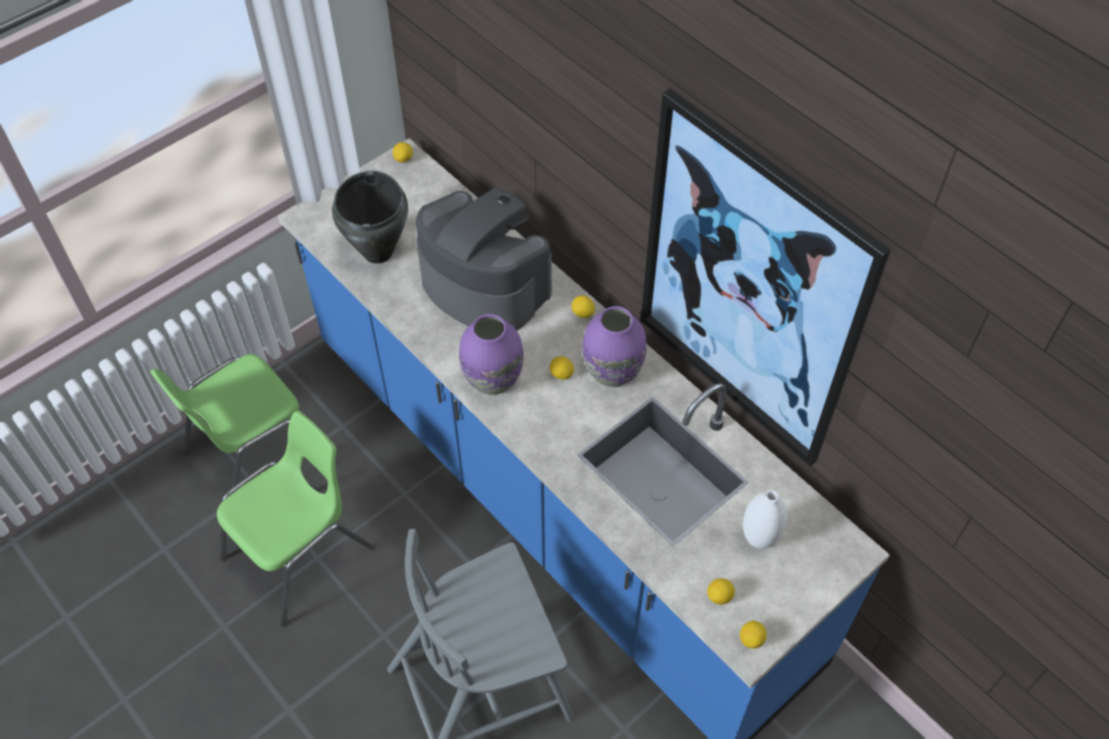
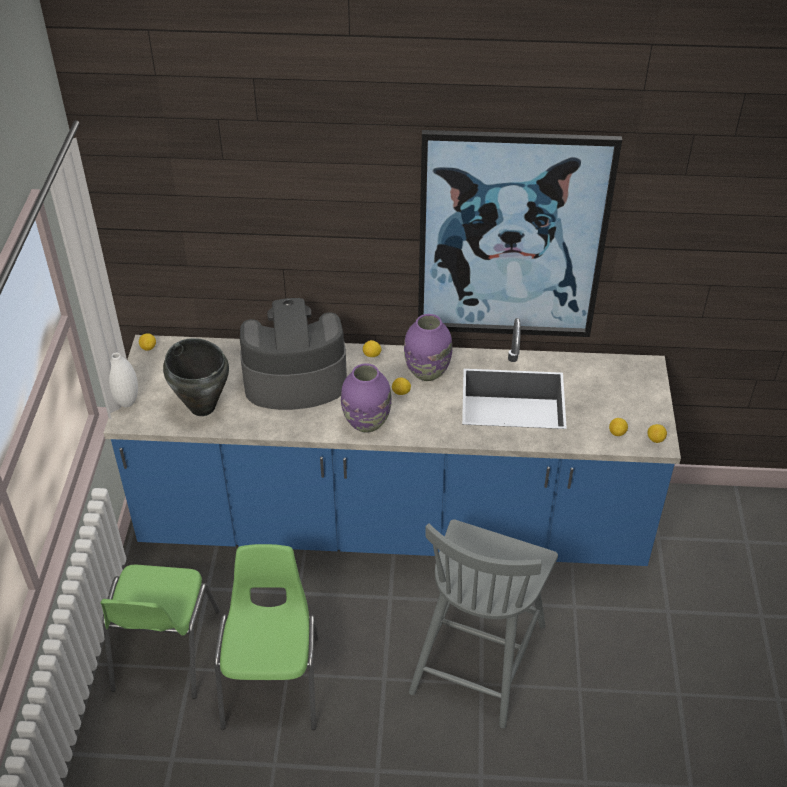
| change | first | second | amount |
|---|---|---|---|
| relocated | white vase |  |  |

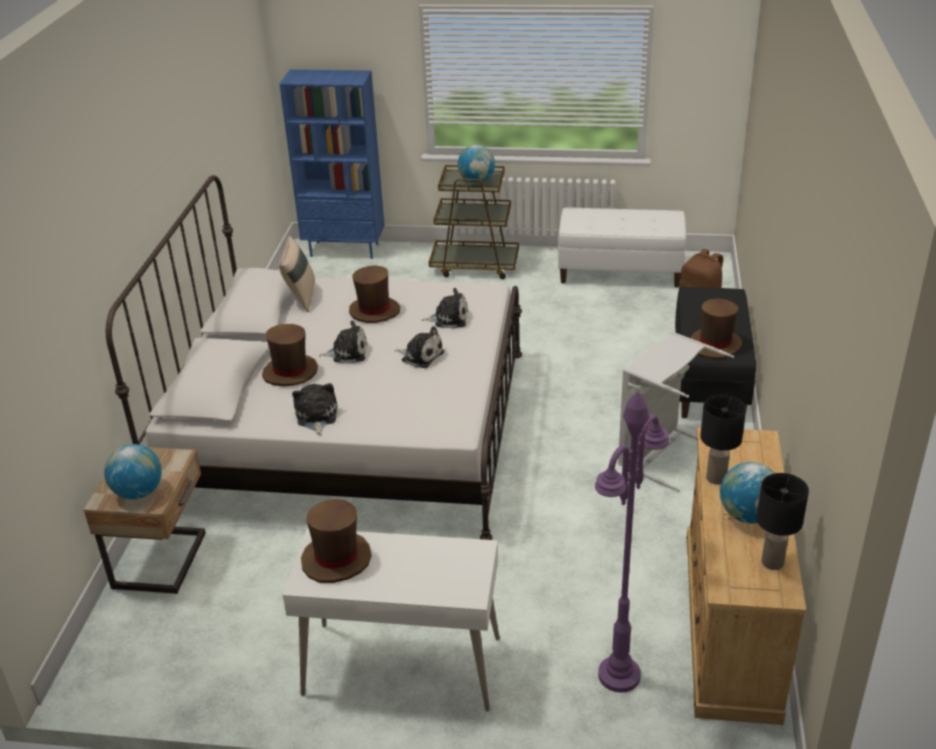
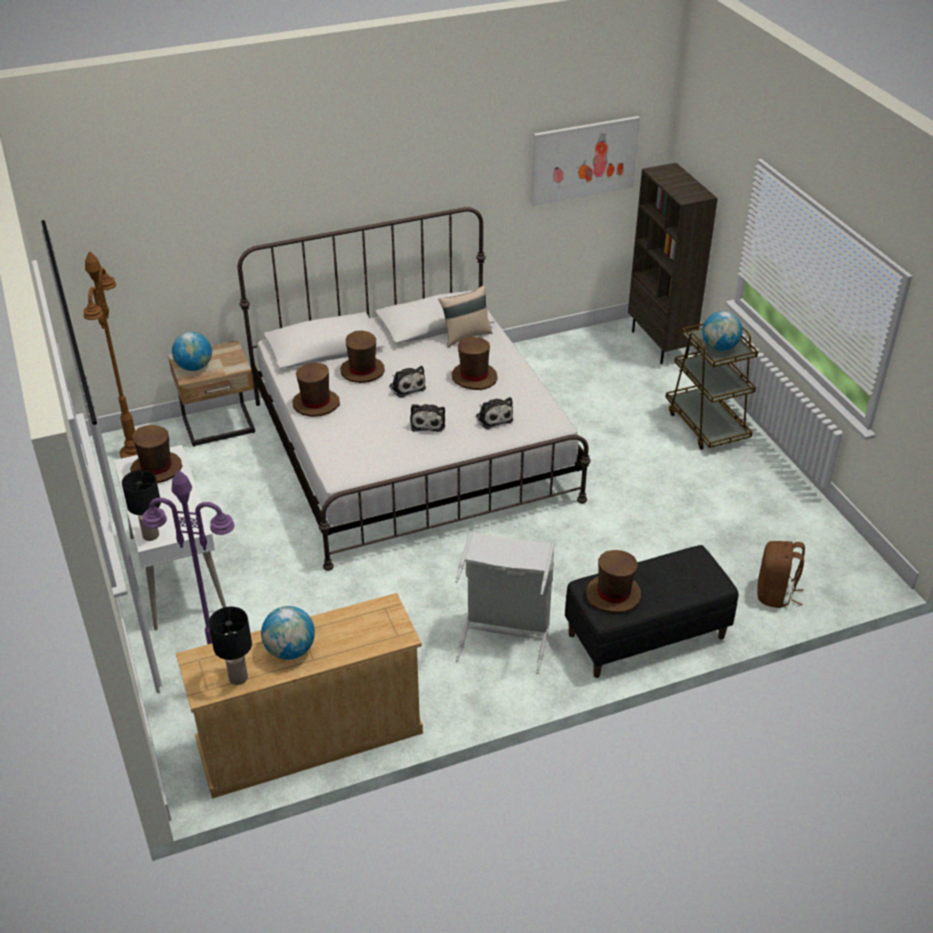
| change | first | second | amount |
|---|---|---|---|
| appeared |  | brown-coloured floor lamp |  |
| relocated | black table lamp (no. 1 from left) |  |  |
| exchanged | soft toy (no. 1 from left) | brown-coloured hat (no. 2 from left) |  |
| appeared |  | wall art |  |
| colour | blue bookshelf | brown-coloured bookshelf |  |
| missing | white indoor bench |  |  |

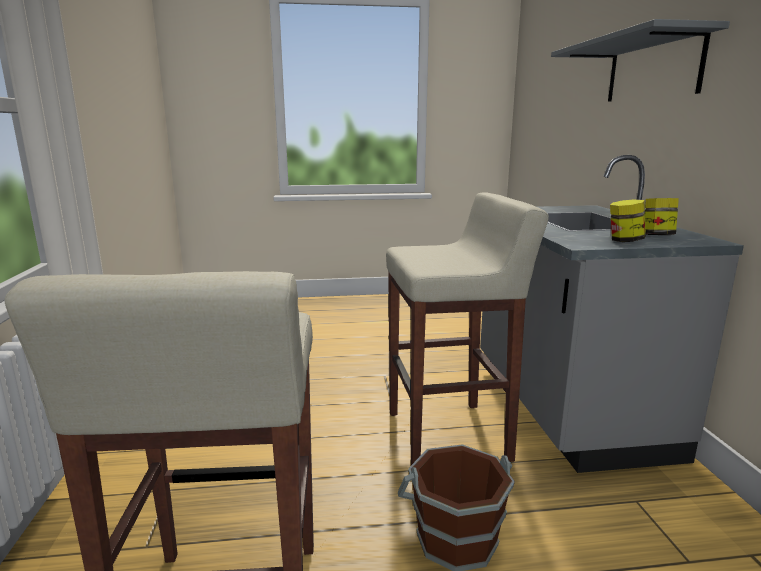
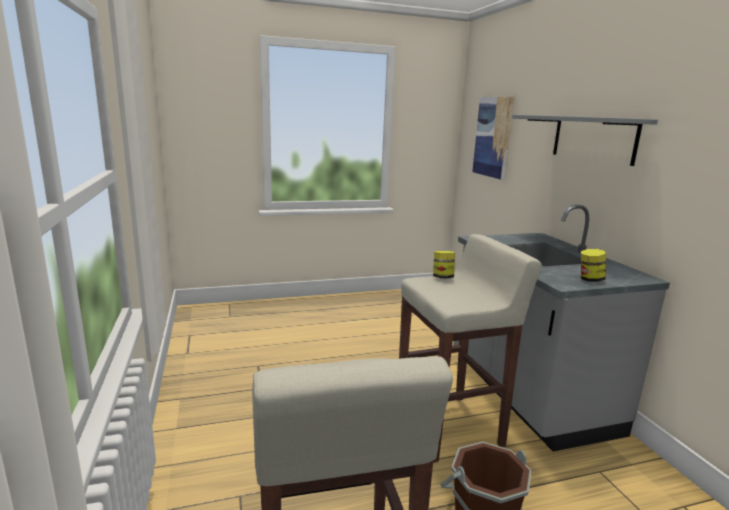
| change | first | second | amount |
|---|---|---|---|
| relocated | preserve jar (no. 2 from left in the first image) | preserve jar (no. 1 from left) |  |
| appeared |  | wall art |  |

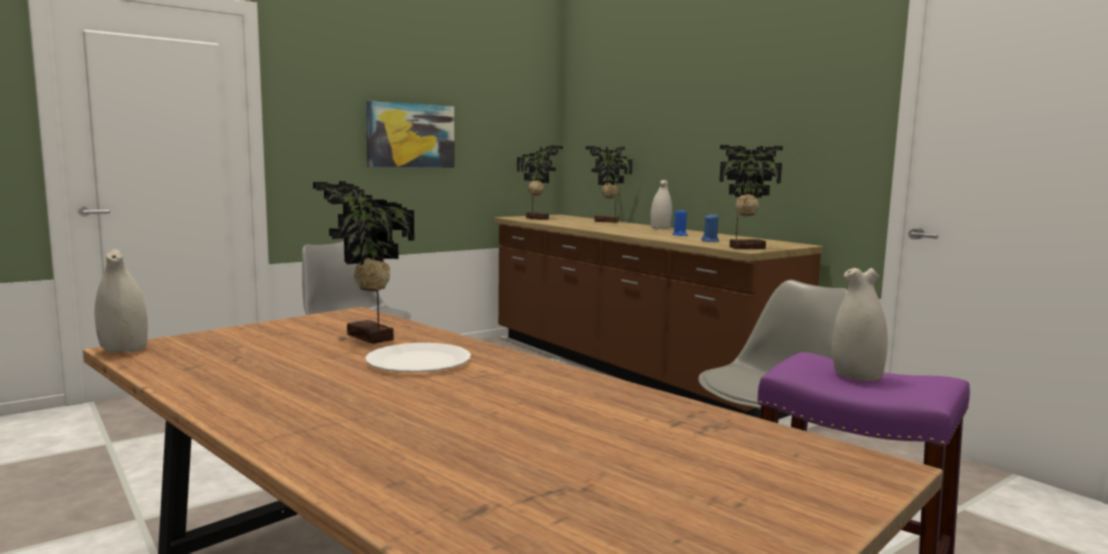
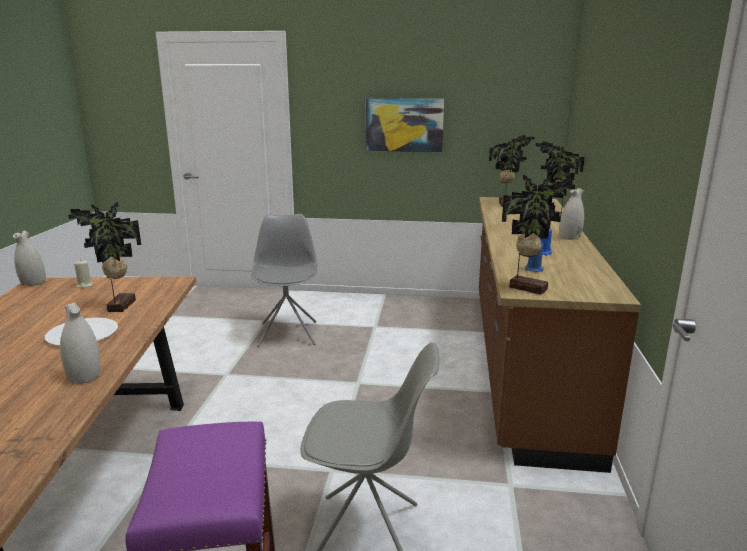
| change | first | second | amount |
|---|---|---|---|
| relocated | white vase (no. 3 from left in the first image) | white vase (no. 2 from left) |  |
| appeared |  | beige-coloured candle |  |

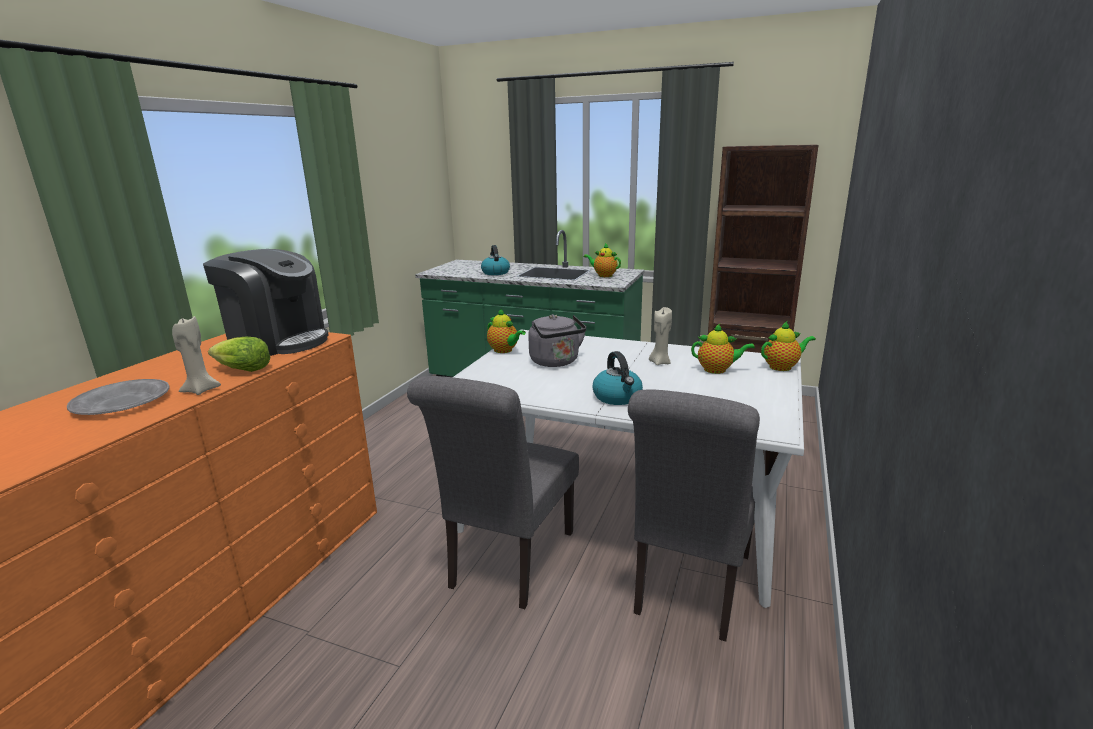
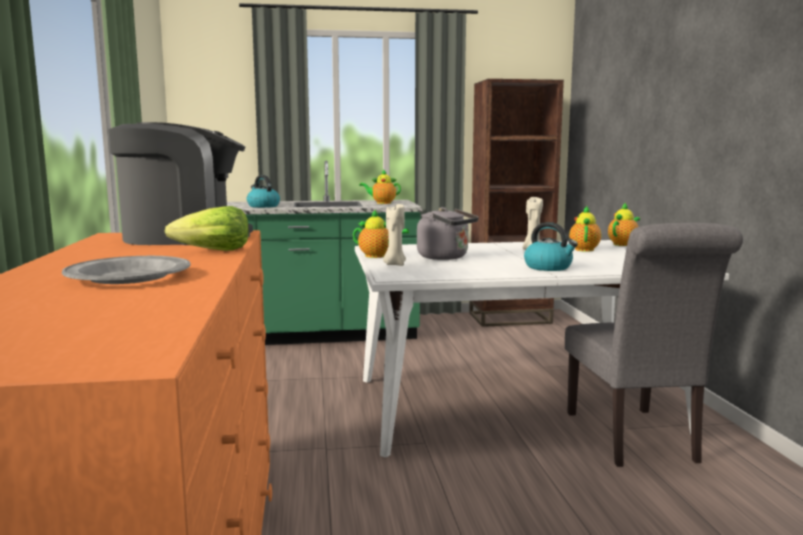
| change | first | second | amount |
|---|---|---|---|
| relocated | beige-coloured candle (no. 1 from left) |  |  |
| spun | pot for tea (no. 3 from left) |  | 60 degrees counterclockwise |
| missing | grey chair (no. 1 from left) |  |  |

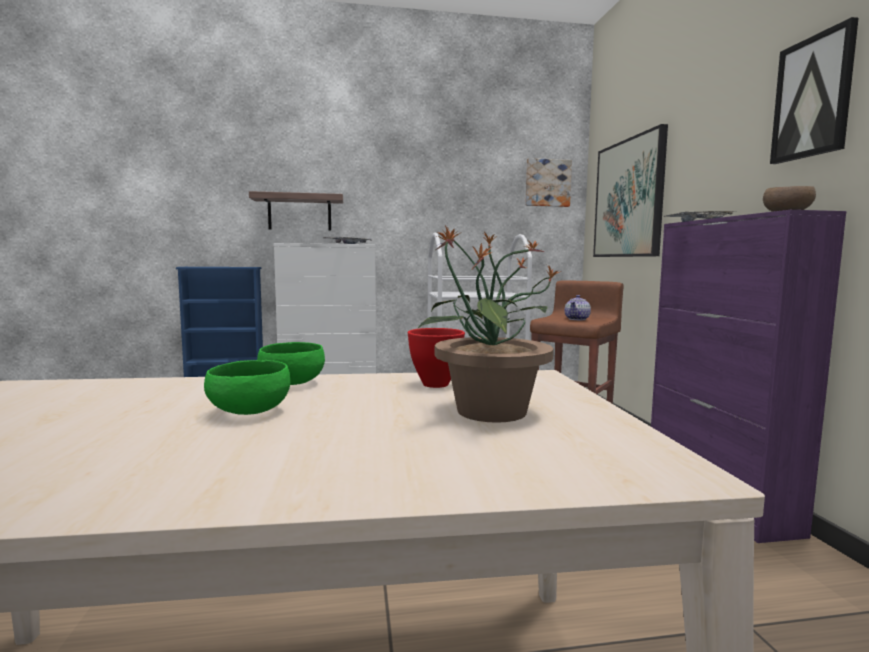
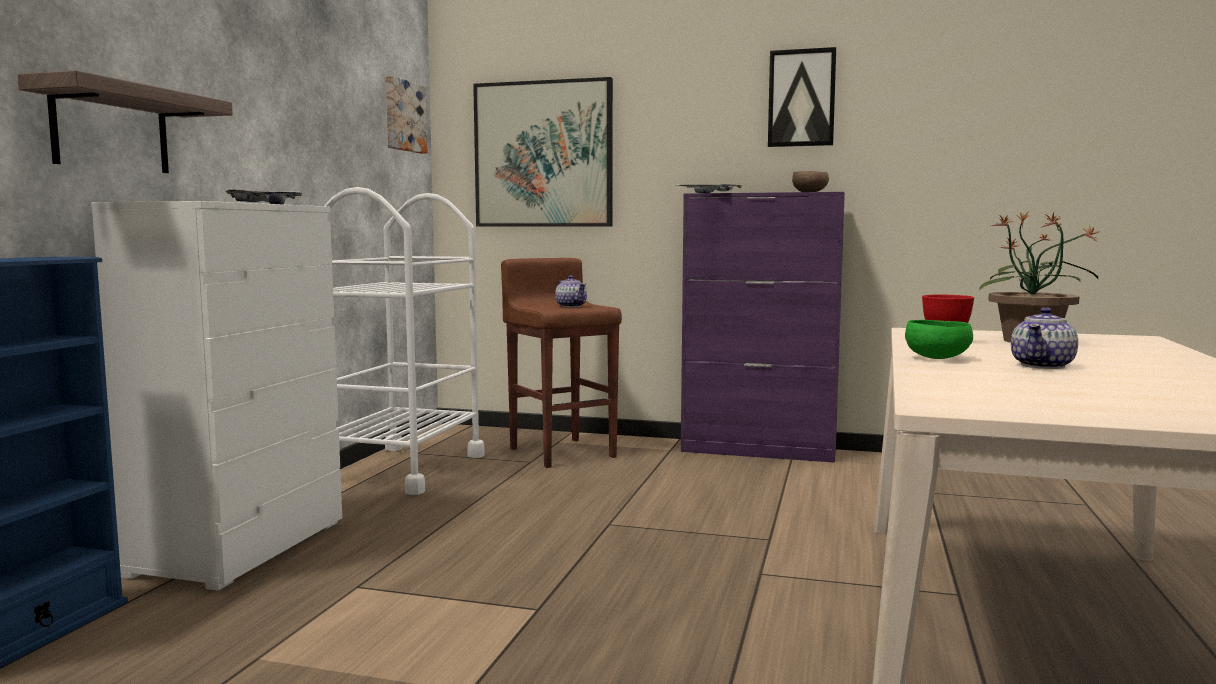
| change | first | second | amount |
|---|---|---|---|
| exchanged | greenish serving bowl (no. 1 from left) | pot for tea (no. 2 from left) |  |

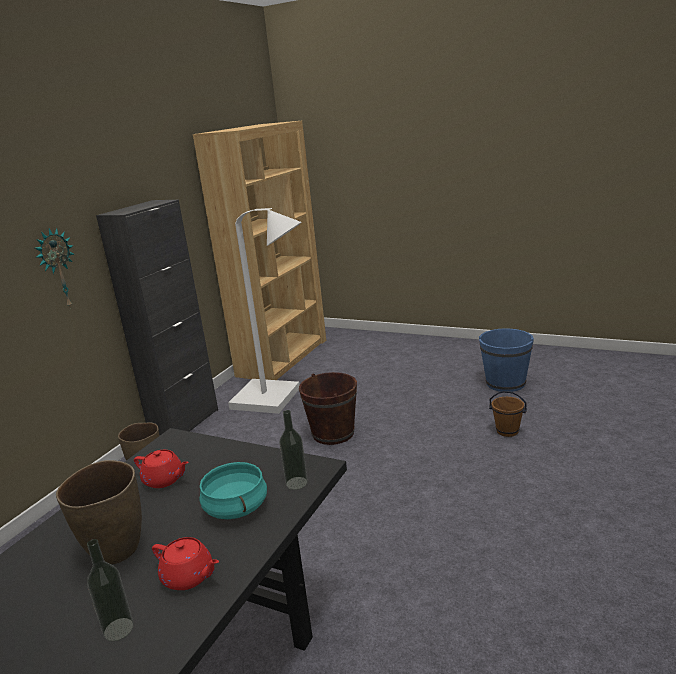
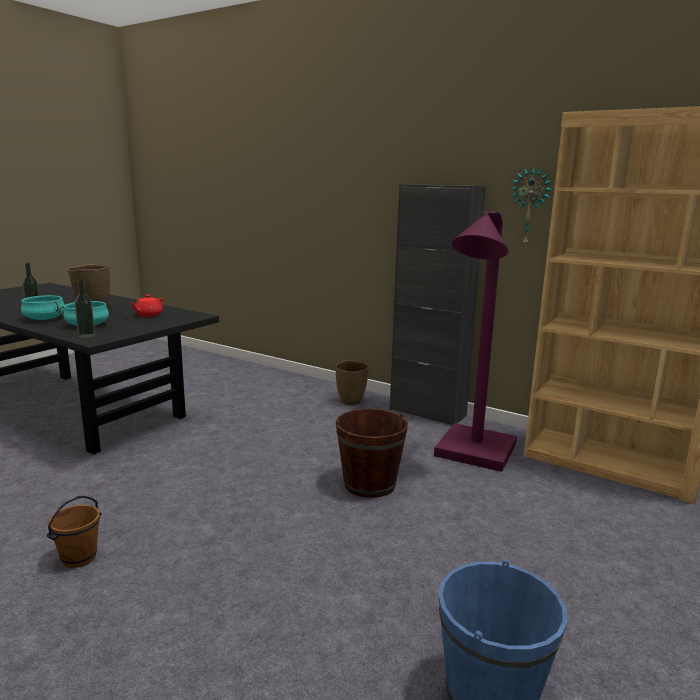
| change | first | second | amount |
|---|---|---|---|
| exchanged | red pot for tea (no. 2 from left) | turquoise-coloured cooking pot (no. 1 from left) |  |
| relocated | brown-coloured bucket (no. 2 from left in the first image) | brown-coloured bucket (no. 1 from left) |  |
| colour | white floor lamp | purplish floor lamp |  |
| relocated | hanging clock |  |  |

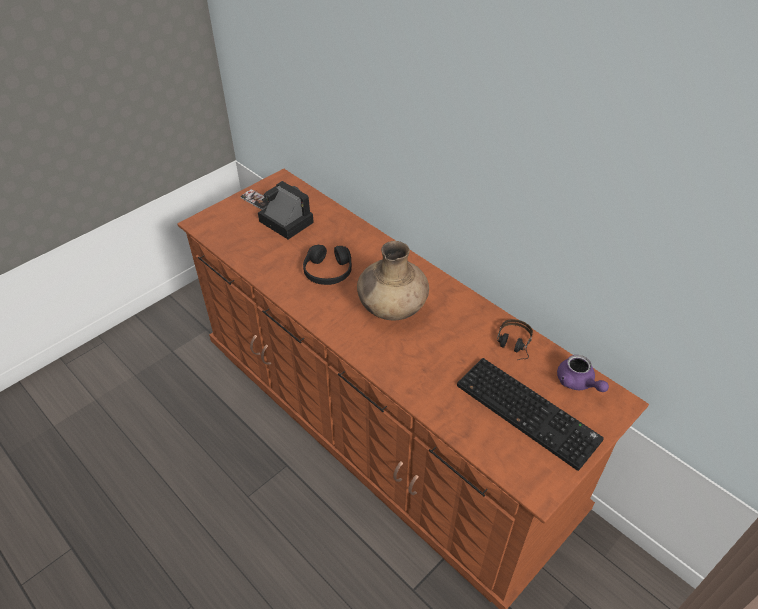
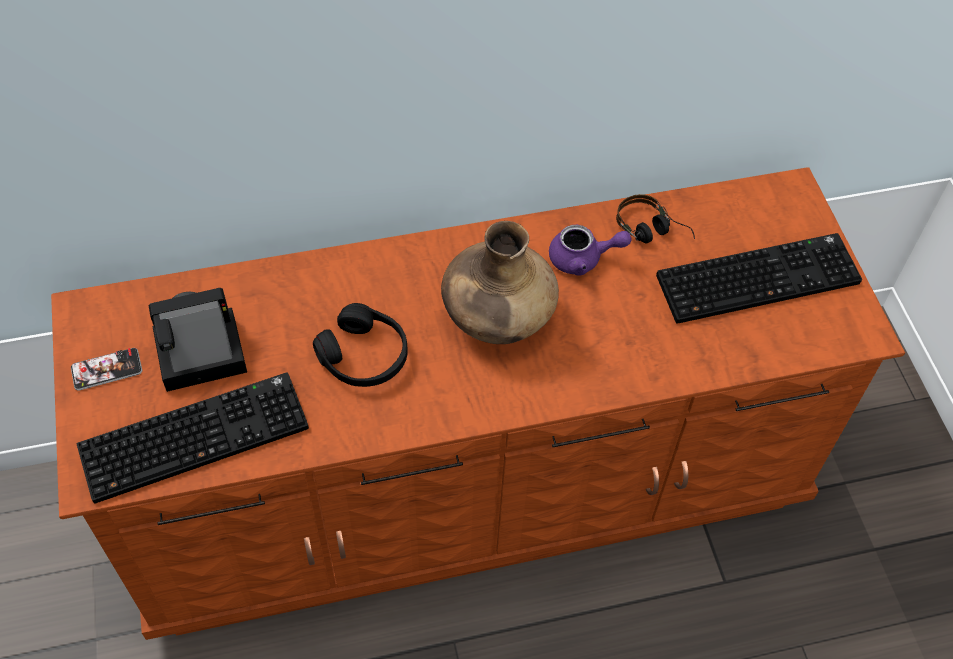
| change | first | second | amount |
|---|---|---|---|
| appeared |  | computer keyboard (no. 1 from left) |  |
| relocated | purplish pot for tea |  |  |

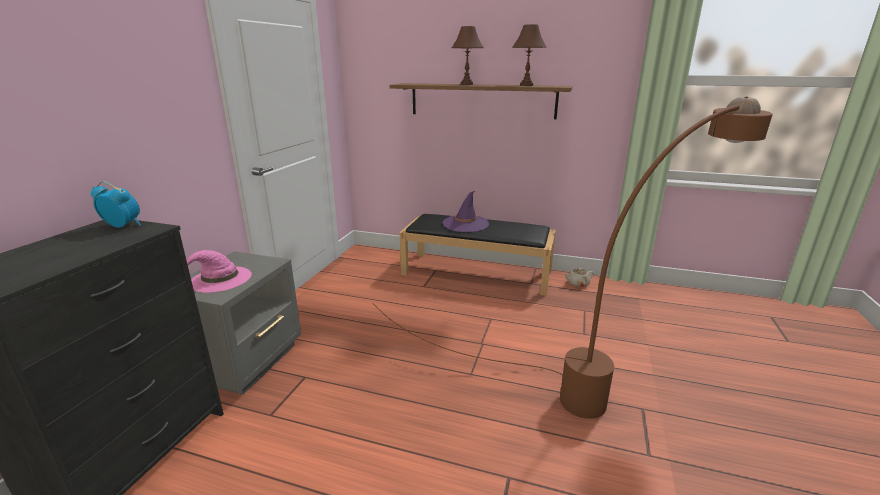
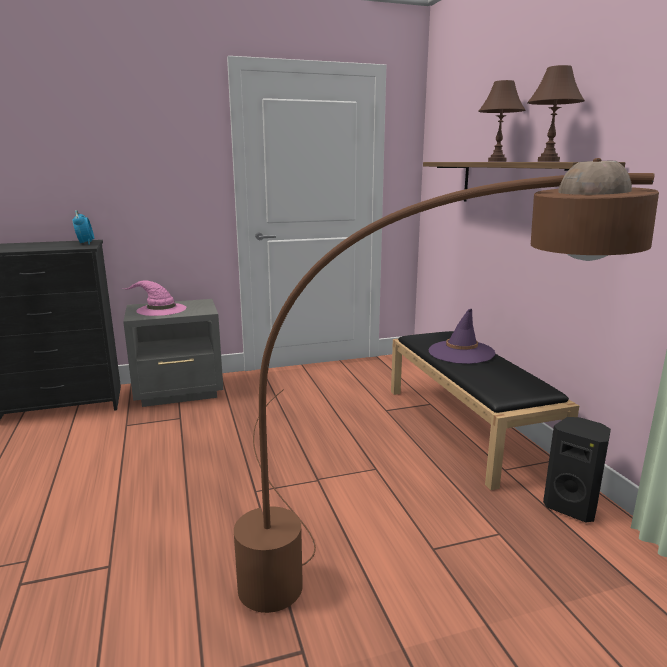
| change | first | second | amount |
|---|---|---|---|
| exchanged | beige-coloured pot for tea | black speaker |  |

